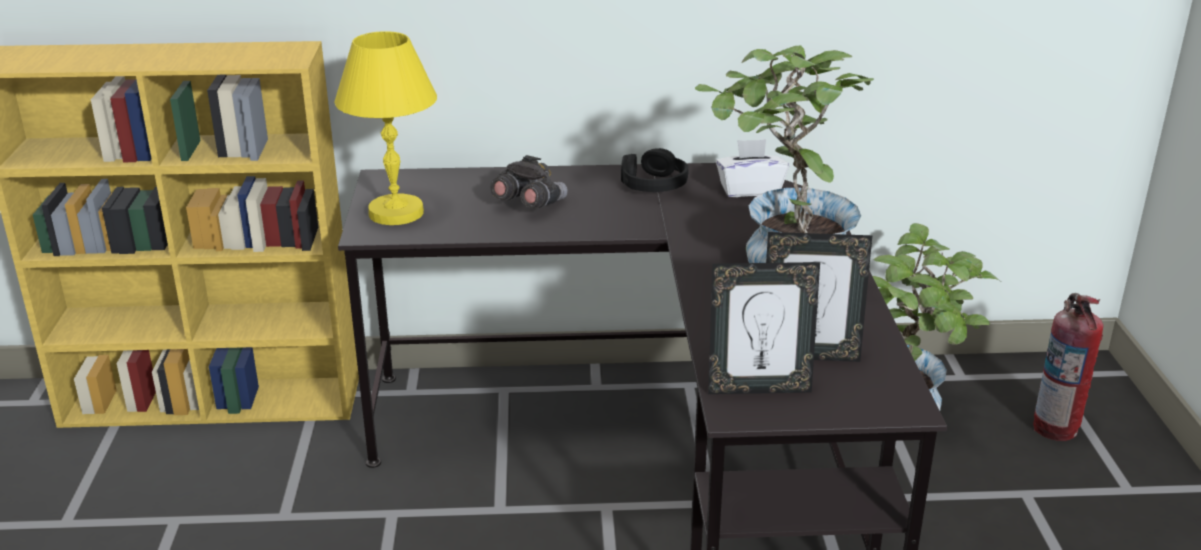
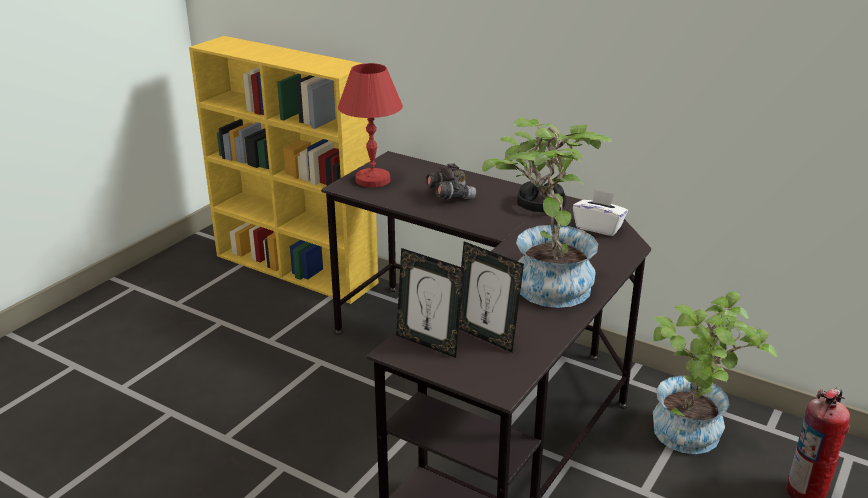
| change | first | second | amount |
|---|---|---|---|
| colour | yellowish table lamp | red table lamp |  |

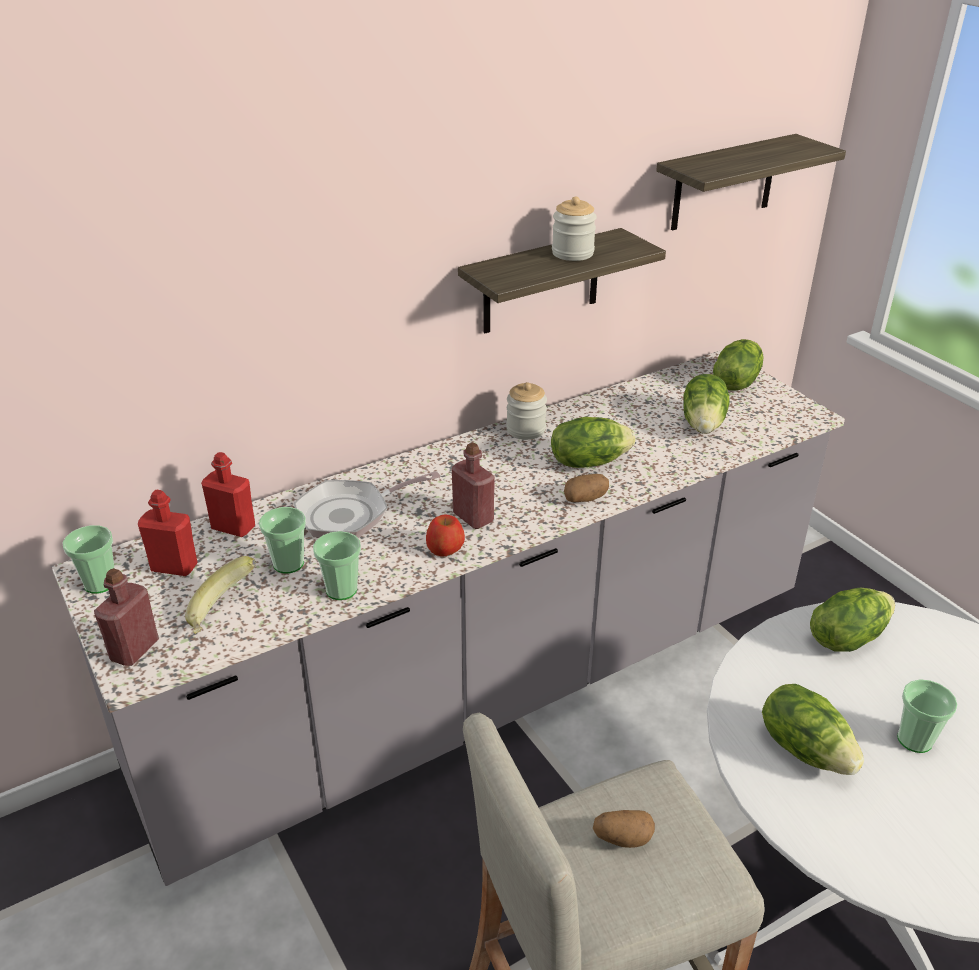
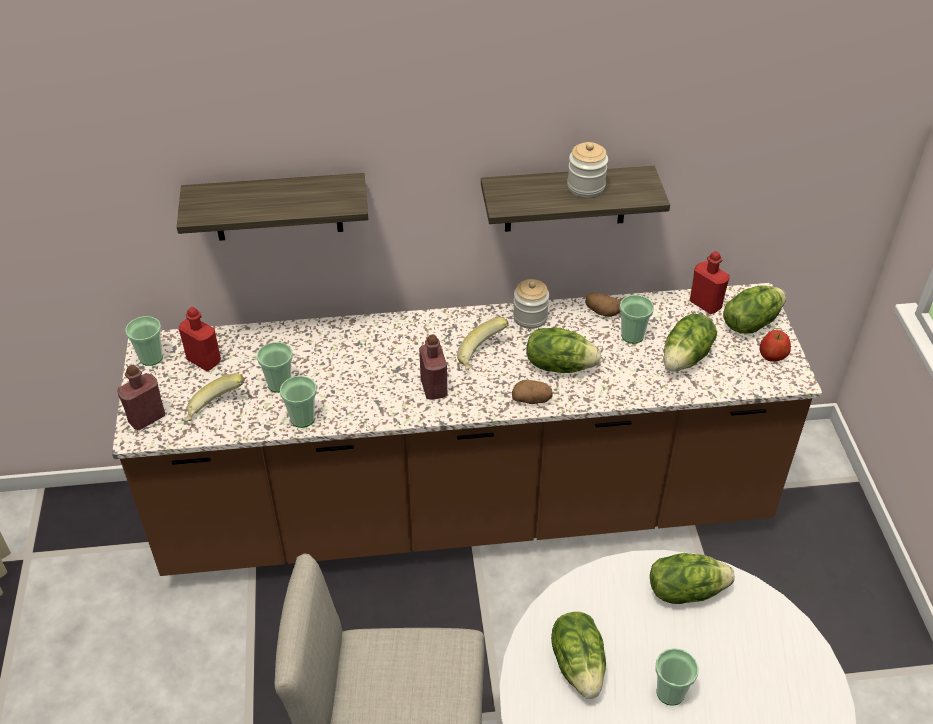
| change | first | second | amount |
|---|---|---|---|
| colour | grey kitchen counter | brown-coloured kitchen counter |  |
| relocated | bracket shelf (no. 2 from left in the first image) | bracket shelf (no. 1 from left) |  |
| appeared |  | banana fruit (no. 2 from left) |  |
| relocated | whole potato (no. 2 from left) |  |  |
| appeared |  | small cup (no. 4 from left) |  |
| relocated | red drink bottle (no. 3 from left in the first image) | red drink bottle (no. 4 from left) |  |
| relocated | apple fruit |  |  |
| missing | frying pan |  |  |

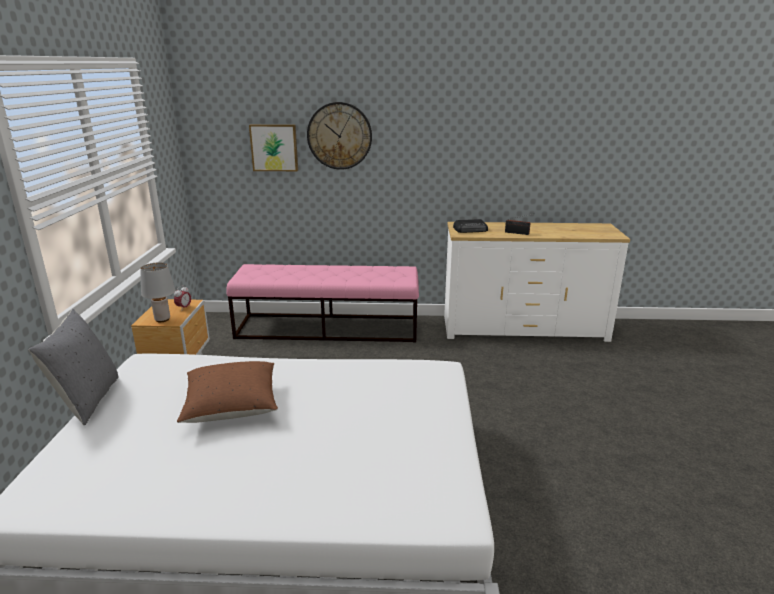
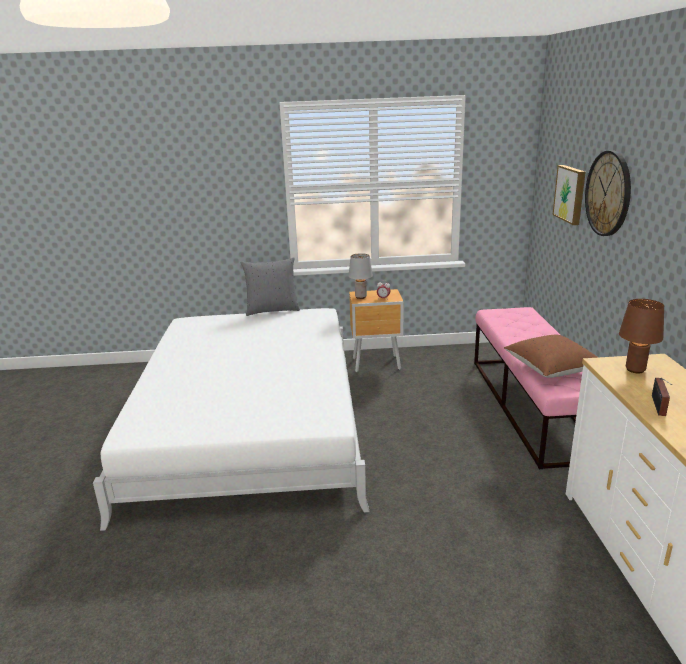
| change | first | second | amount |
|---|---|---|---|
| relocated | brown-coloured pillow |  |  |
| exchanged | radio set (no. 1 from left) | brown-coloured table lamp |  |

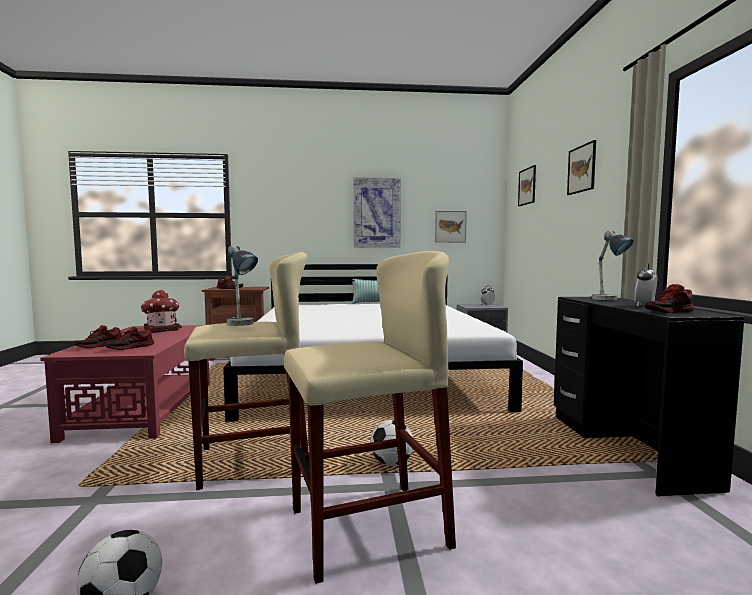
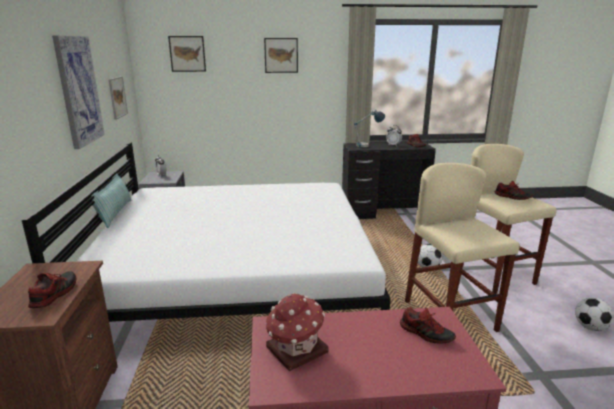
| change | first | second | amount |
|---|---|---|---|
| relocated | low shoe (no. 1 from left in the first image) | low shoe (no. 4 from left) |  |
| missing | table lamp (no. 1 from left) |  |  |

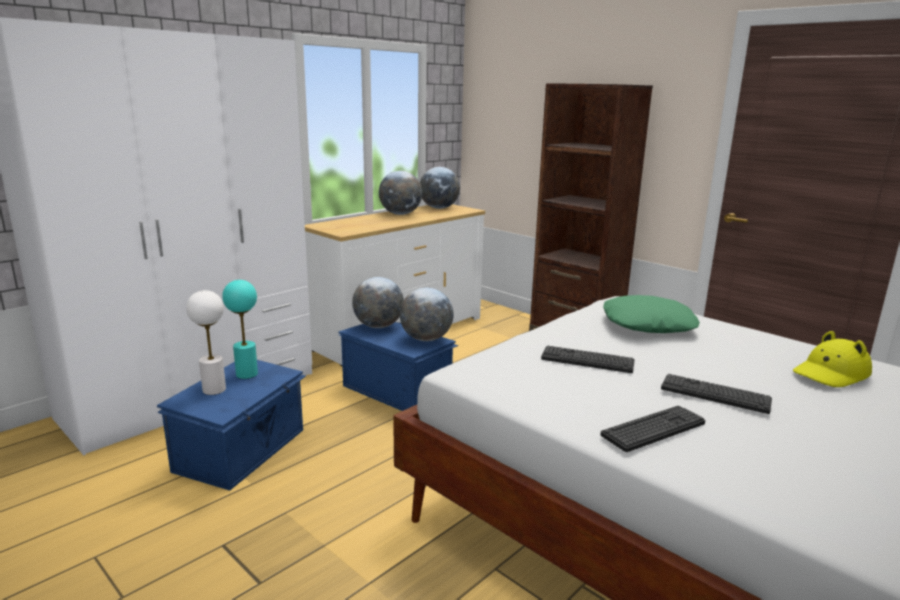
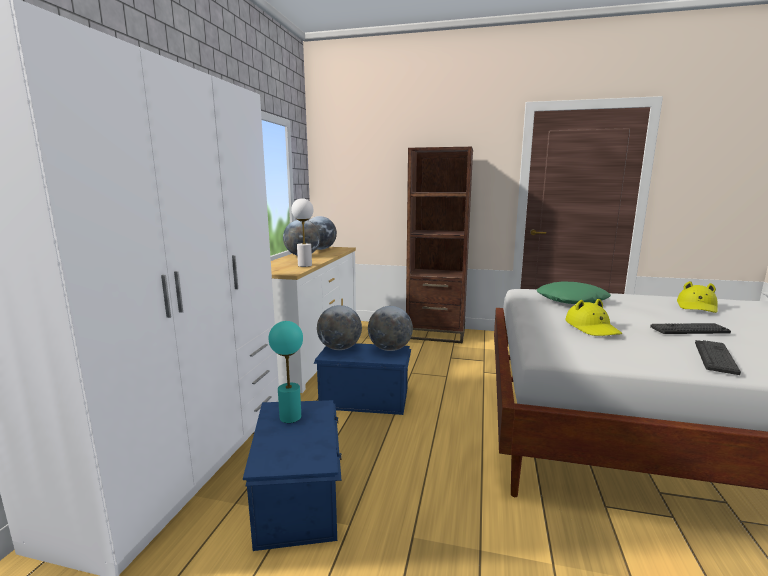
| change | first | second | amount |
|---|---|---|---|
| relocated | white table lamp |  |  |
| exchanged | computer keyboard (no. 1 from left) | yellowish hat (no. 1 from left) |  |

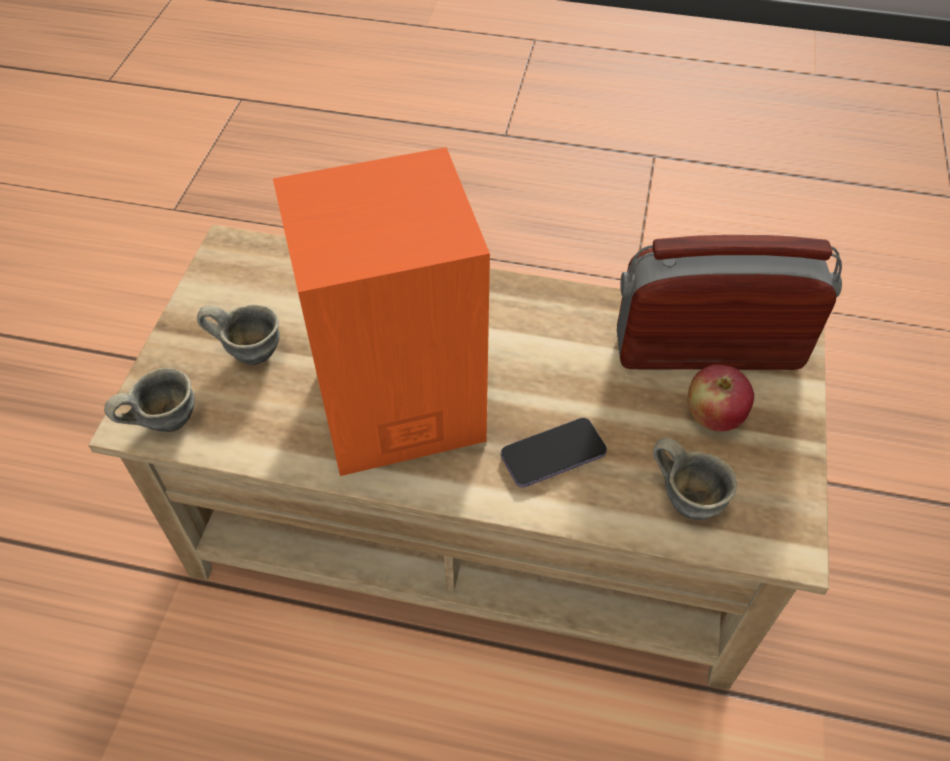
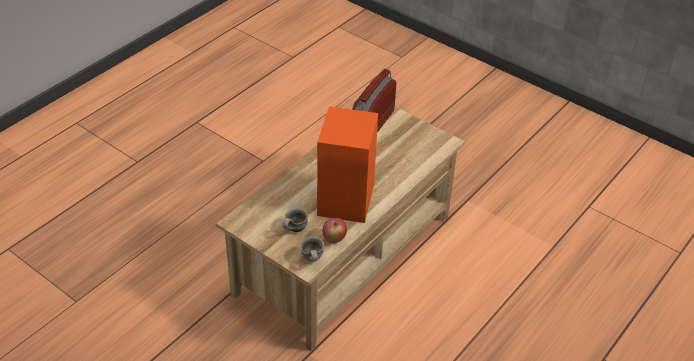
| change | first | second | amount |
|---|---|---|---|
| relocated | apple fruit |  |  |
| missing | handset |  |  |
| missing | grey tea mug (no. 3 from left) |  |  |

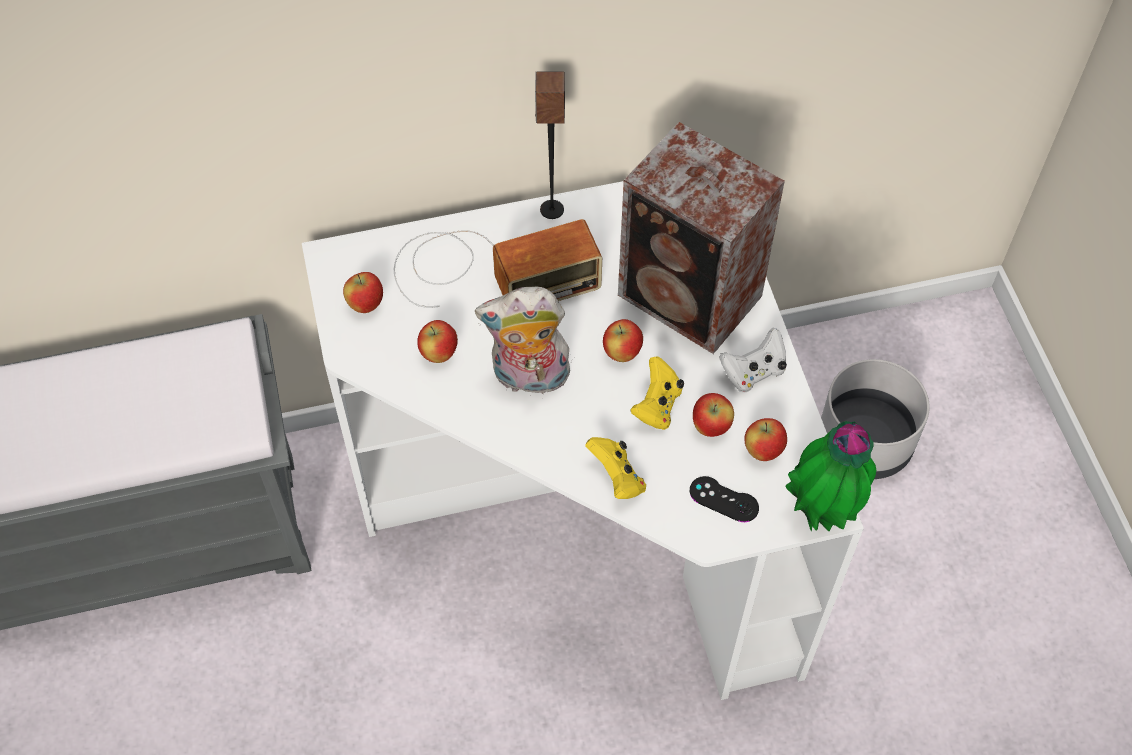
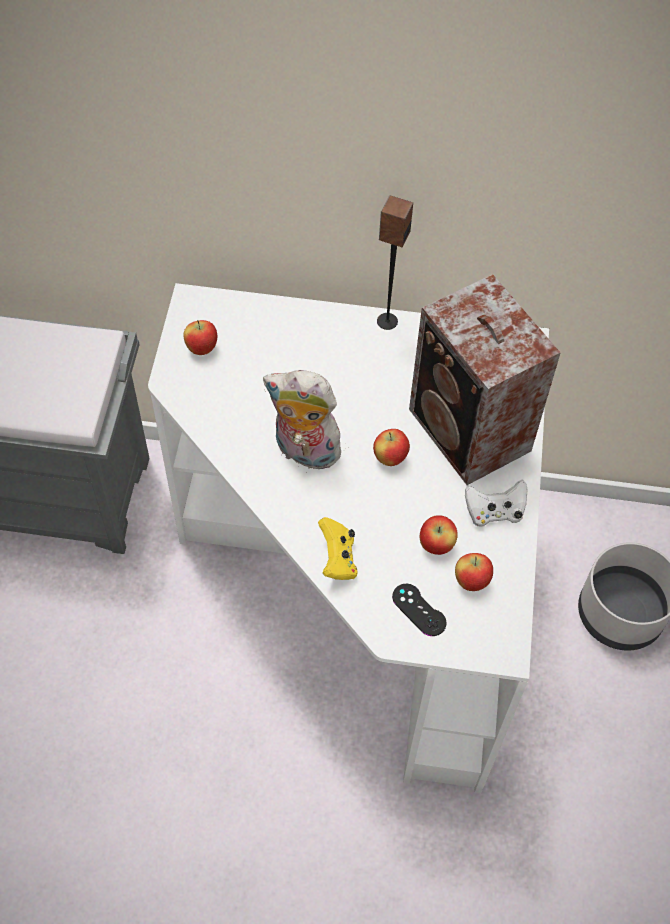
| change | first | second | amount |
|---|---|---|---|
| missing | radio set |  |  |
| missing | apple fruit (no. 2 from left) |  |  |
| missing | yellowish joypad (no. 2 from left) |  |  |
| missing | houseplant |  |  |

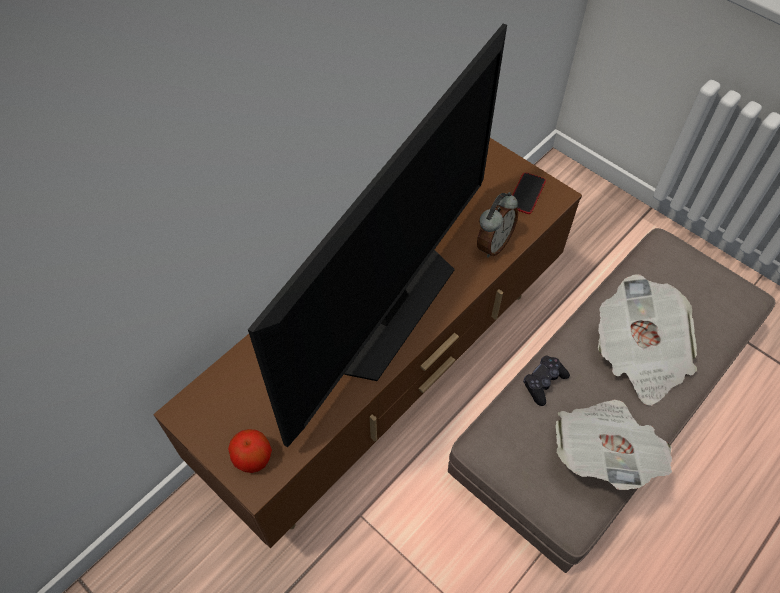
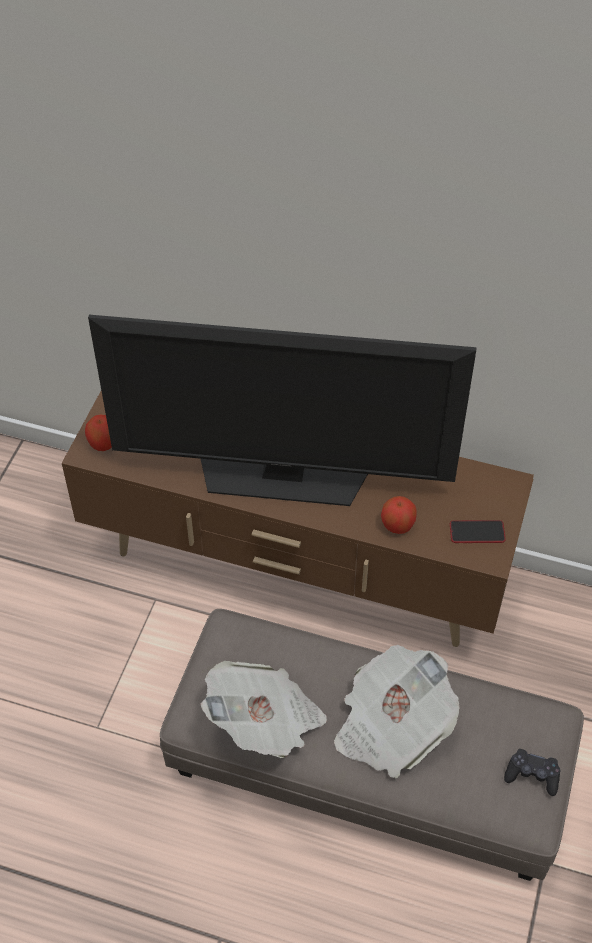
| change | first | second | amount |
|---|---|---|---|
| exchanged | table clock | apple fruit (no. 2 from left) |  |
| relocated | black joypad |  |  |

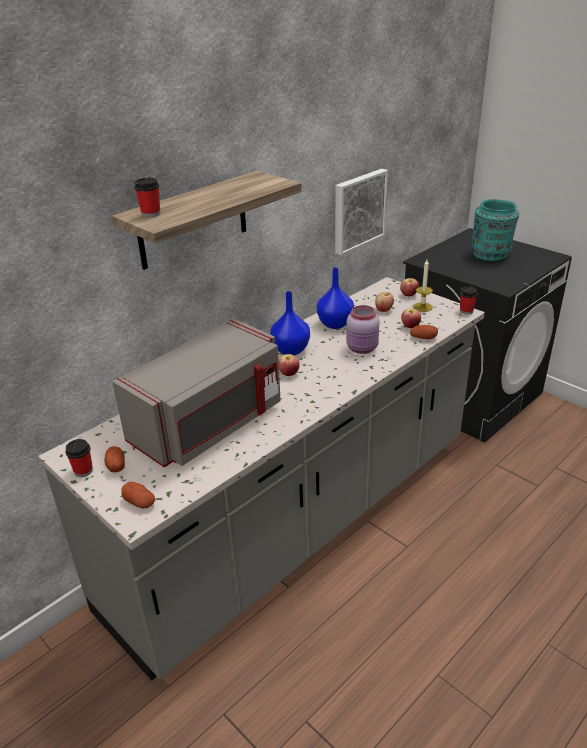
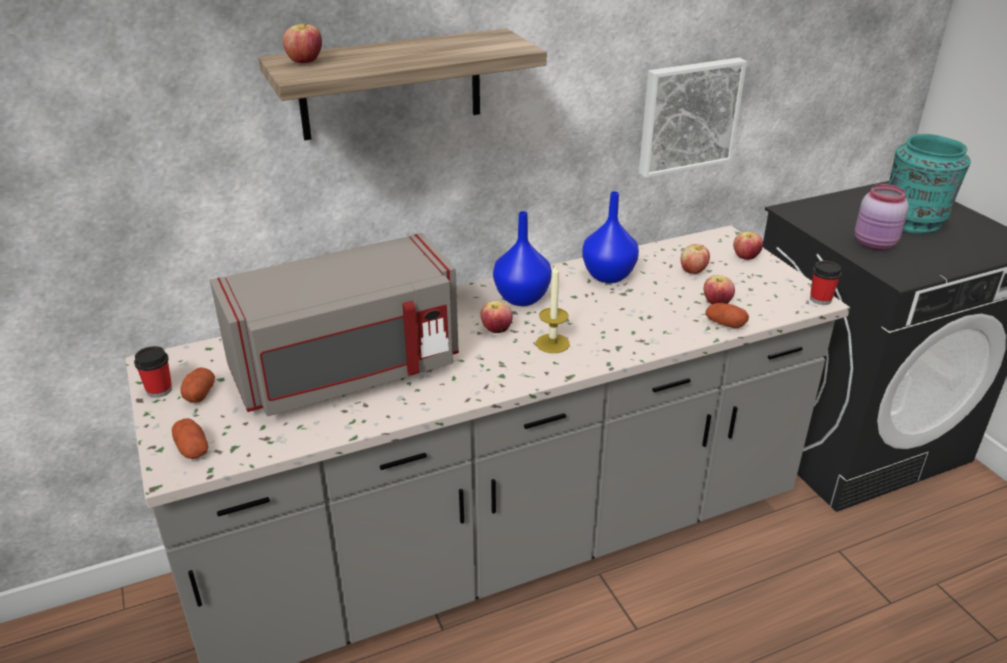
| change | first | second | amount |
|---|---|---|---|
| exchanged | small cup (no. 2 from left) | apple fruit (no. 1 from left) |  |
| relocated | candle |  |  |
| relocated | pinkish preserve jar |  |  |

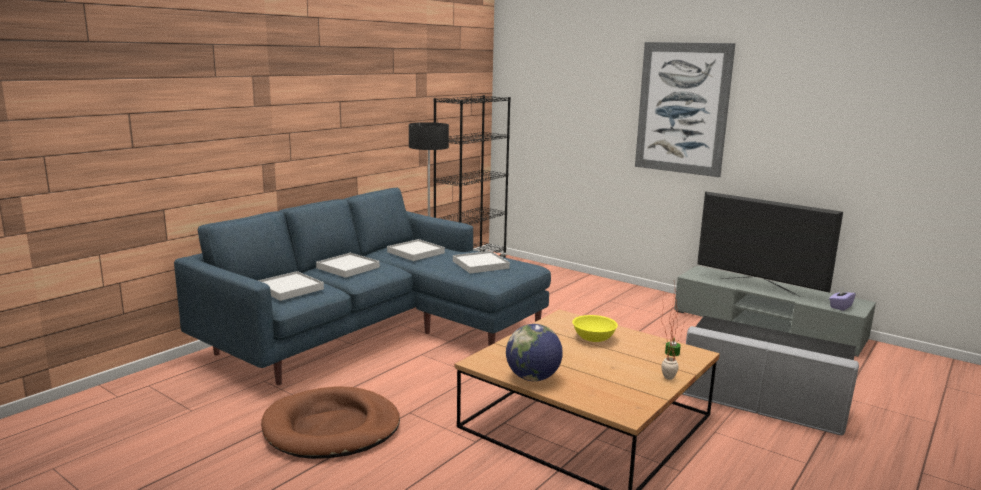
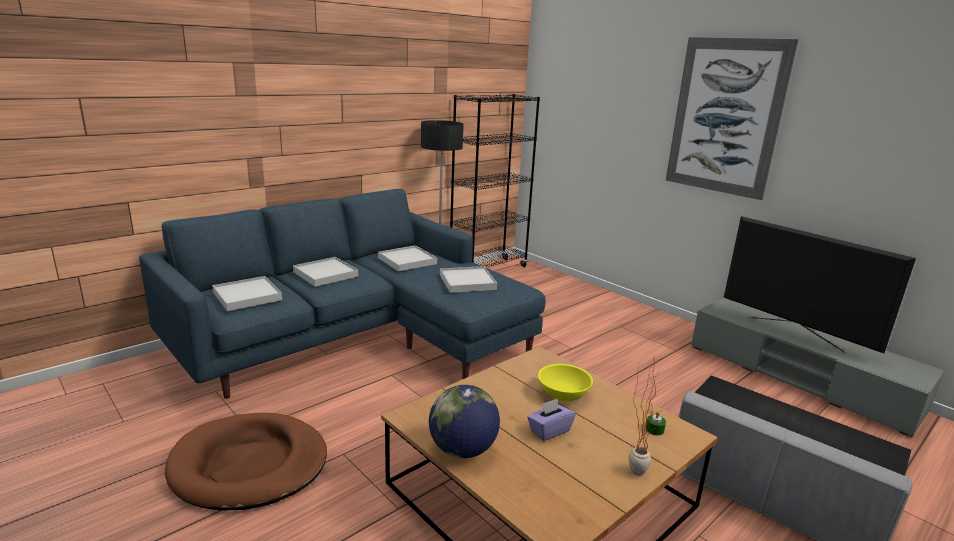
| change | first | second | amount |
|---|---|---|---|
| relocated | purplish tissue holder |  |  |

